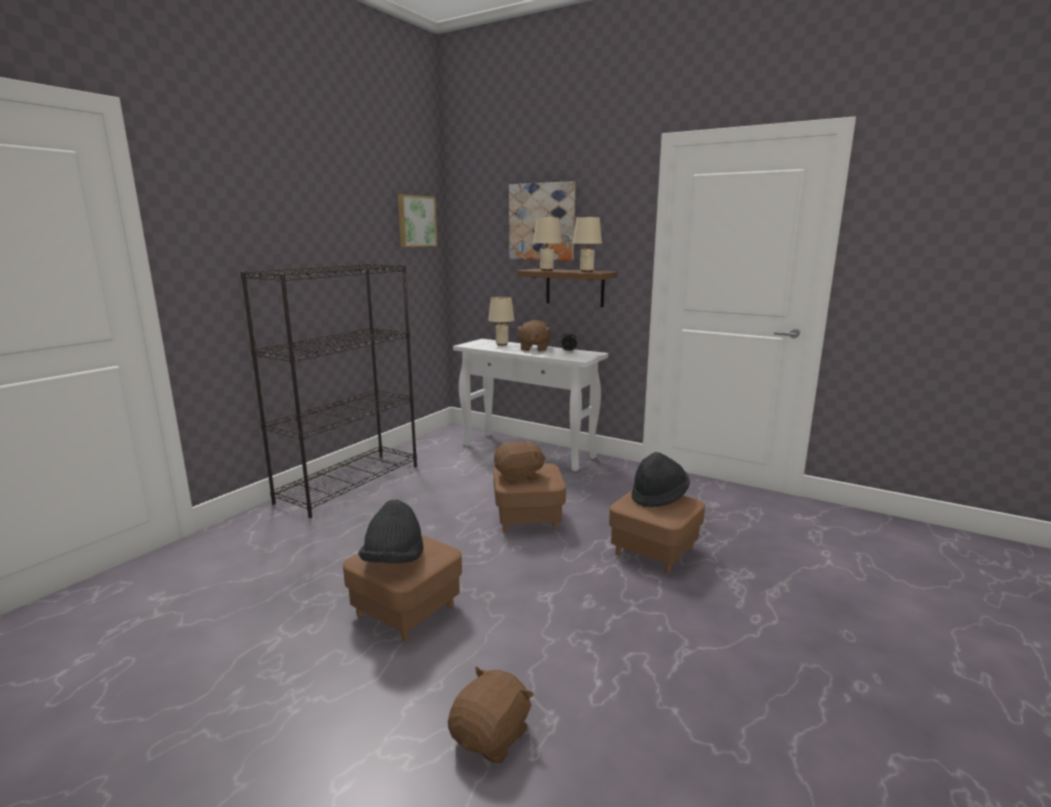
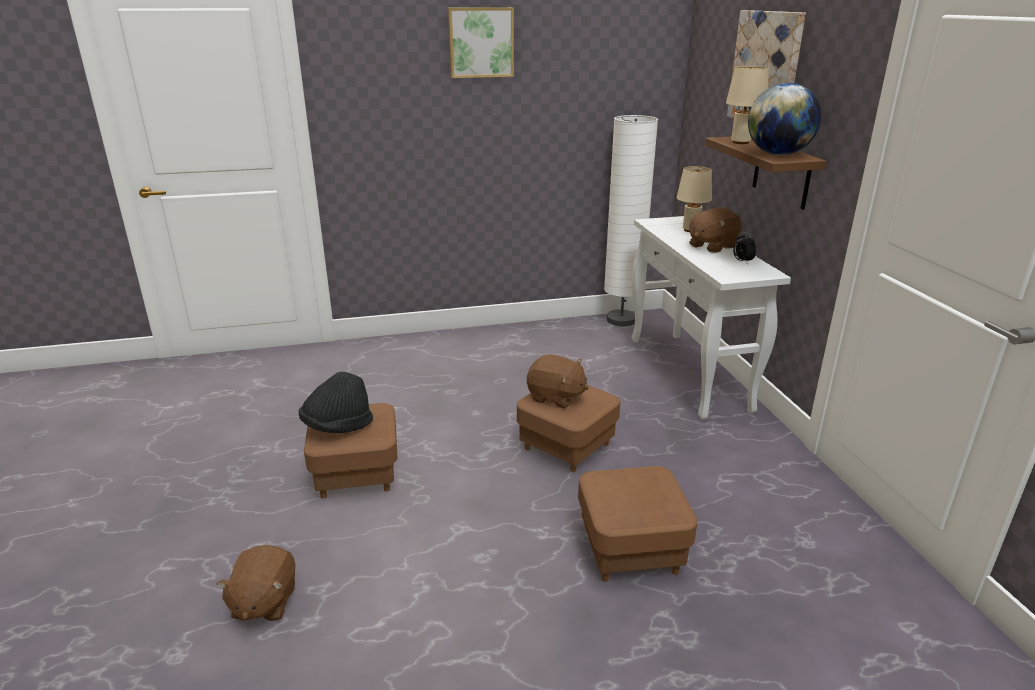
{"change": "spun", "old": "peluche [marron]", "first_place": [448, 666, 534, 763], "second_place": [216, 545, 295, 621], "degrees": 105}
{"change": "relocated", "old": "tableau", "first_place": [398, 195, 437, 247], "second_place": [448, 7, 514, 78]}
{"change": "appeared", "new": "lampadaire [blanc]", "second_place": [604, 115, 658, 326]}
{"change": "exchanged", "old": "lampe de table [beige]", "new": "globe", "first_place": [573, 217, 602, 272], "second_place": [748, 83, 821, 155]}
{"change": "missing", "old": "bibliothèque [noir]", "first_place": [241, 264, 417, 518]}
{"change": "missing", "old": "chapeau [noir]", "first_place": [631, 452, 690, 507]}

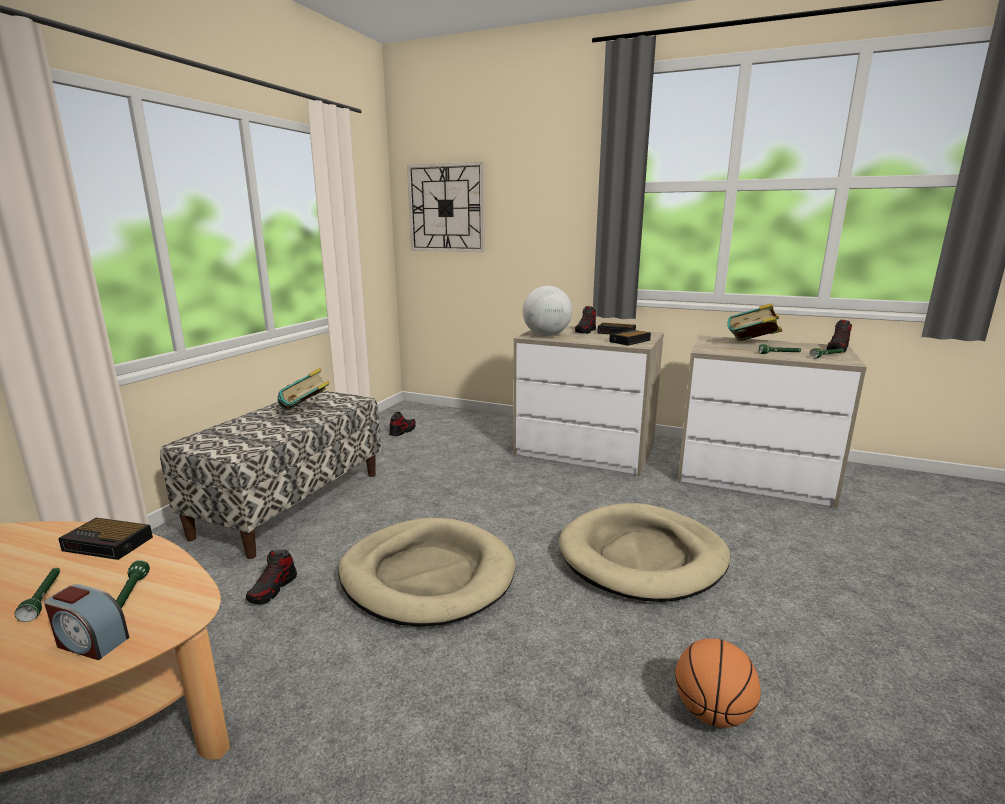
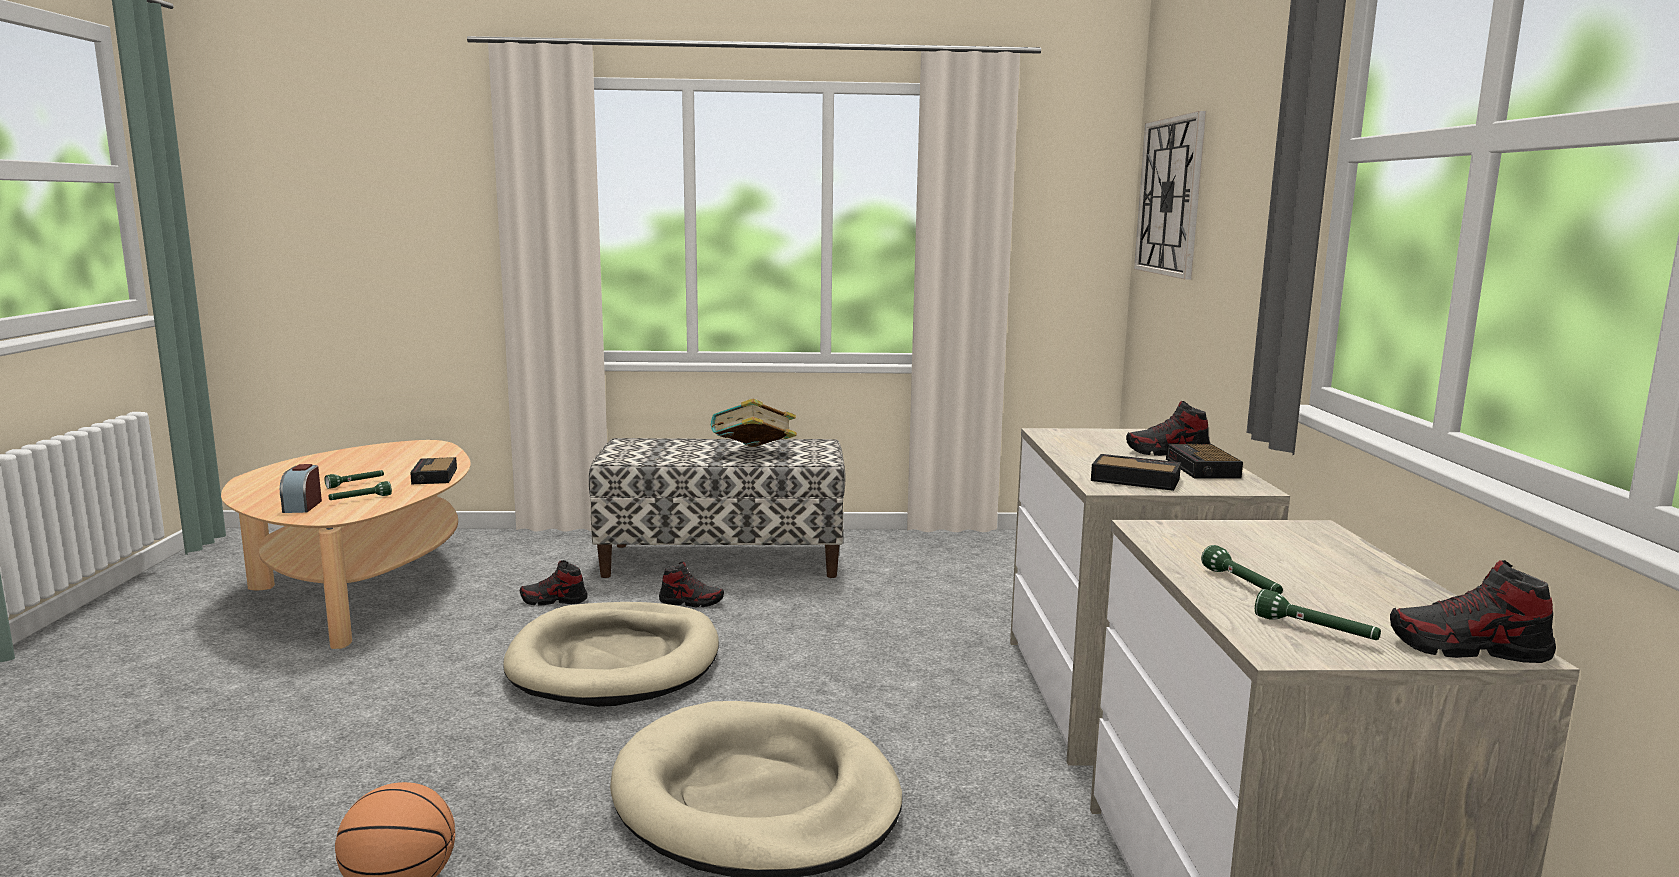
{"change": "relocated", "old": "chaussure", "first_place": [389, 412, 416, 436], "second_place": [659, 561, 724, 607]}
{"change": "missing", "old": "globe", "first_place": [523, 286, 572, 336]}
{"change": "missing", "old": "livre", "first_place": [727, 303, 782, 341]}

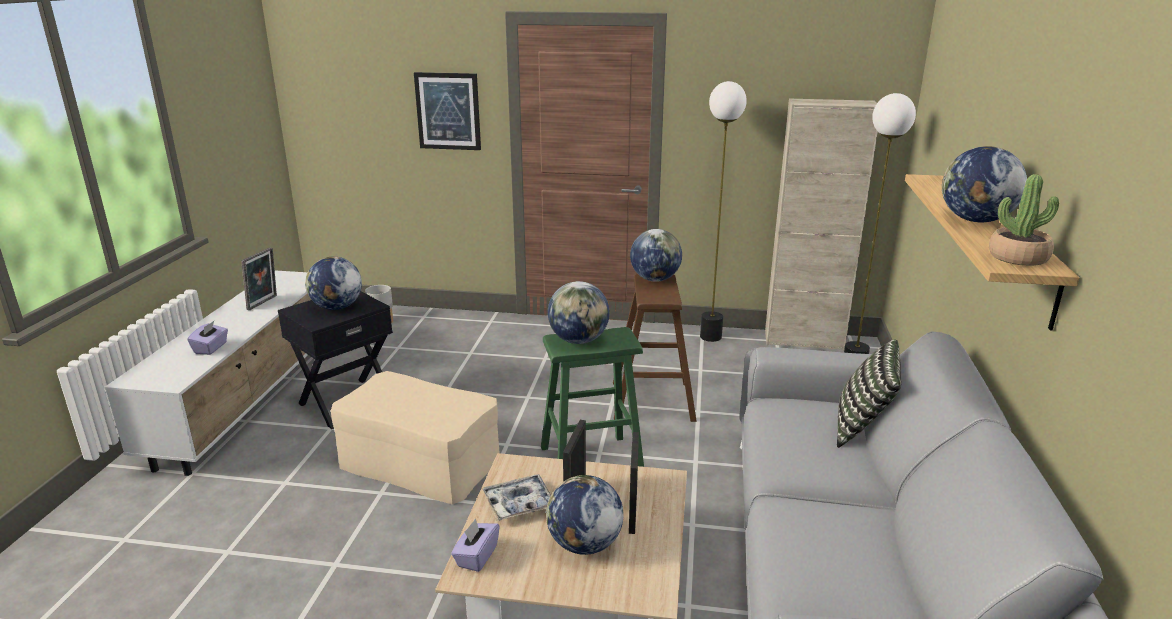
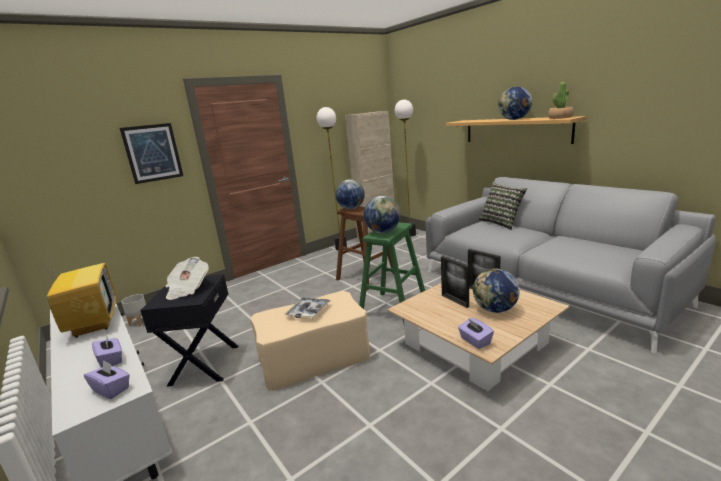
{"change": "exchanged", "old": "cadre photo", "new": "téléviseur", "first_place": [241, 248, 277, 310], "second_place": [40, 246, 116, 338]}
{"change": "appeared", "new": "boîte à mouchoirs [violet]", "second_place": [84, 360, 130, 399]}
{"change": "exchanged", "old": "globe", "new": "journal", "first_place": [305, 256, 362, 310], "second_place": [165, 257, 209, 300]}
{"change": "relocated", "old": "plateau", "first_place": [482, 474, 551, 521], "second_place": [285, 297, 331, 318]}

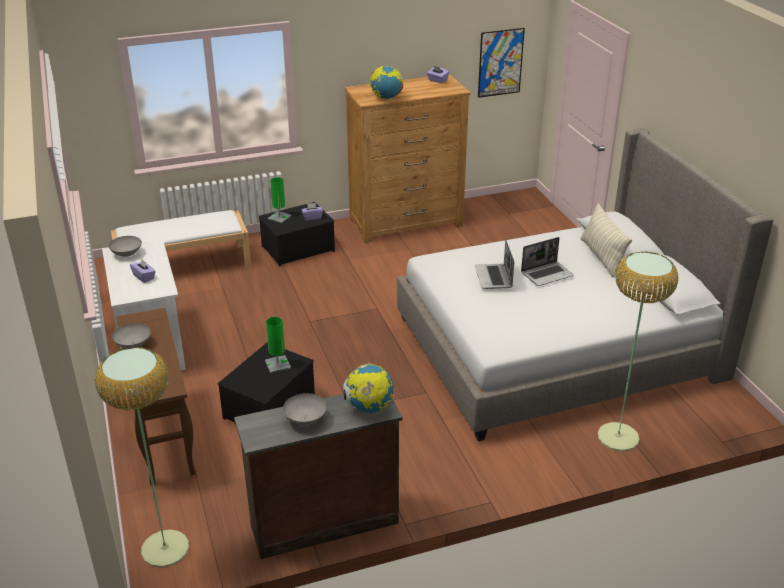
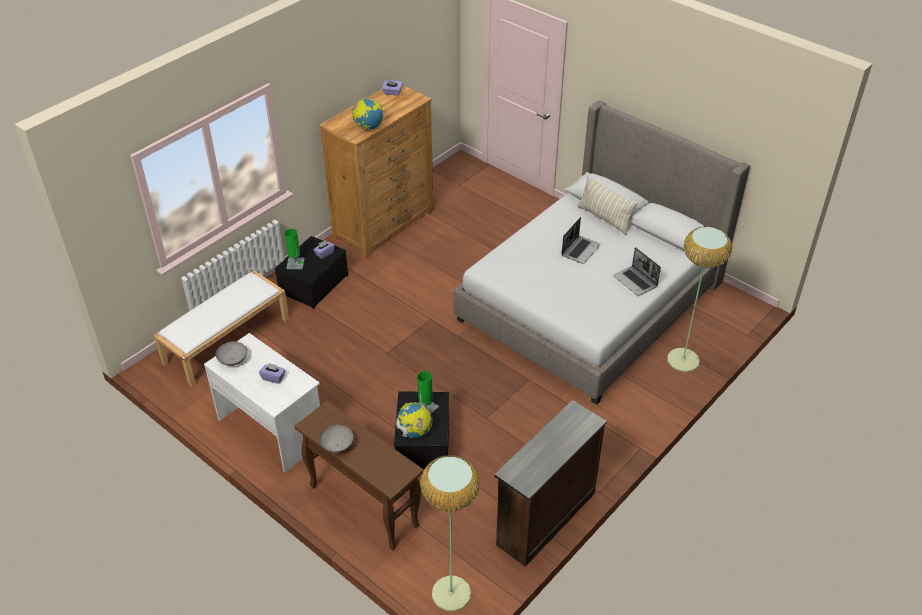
{"change": "relocated", "old": "globe", "first_place": [343, 363, 394, 413], "second_place": [396, 402, 433, 438]}
{"change": "relocated", "old": "ordinateur portable", "first_place": [475, 240, 514, 289], "second_place": [613, 247, 661, 296]}
{"change": "missing", "old": "bol [gris]", "first_place": [283, 393, 327, 425]}
{"change": "missing", "old": "tableau", "first_place": [478, 28, 525, 98]}

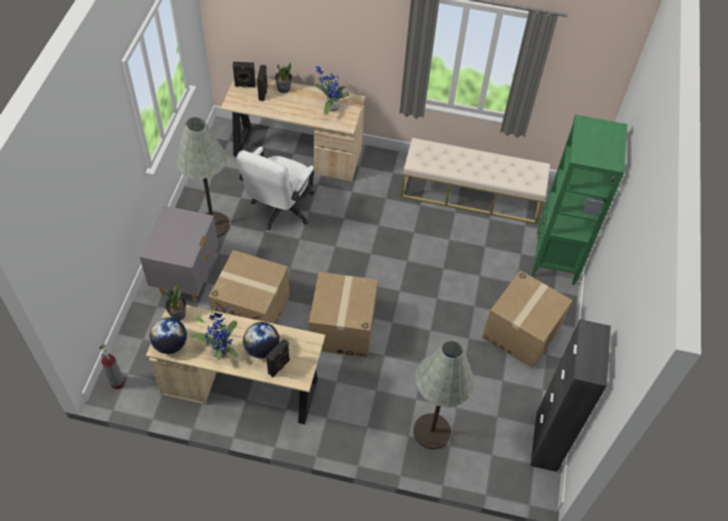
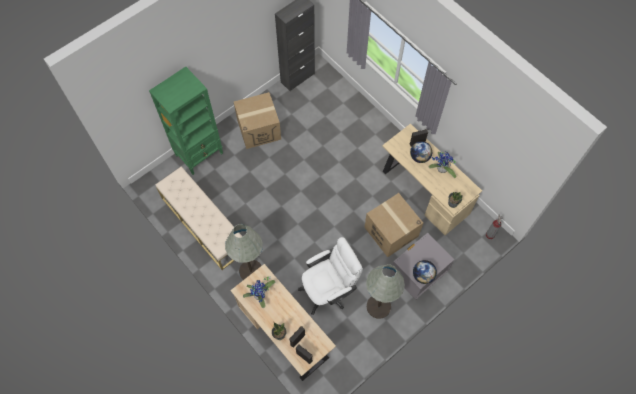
{"change": "relocated", "old": "lampadaire [gris]", "first_place": [413, 341, 475, 449], "second_place": [225, 224, 263, 280]}
{"change": "relocated", "old": "globe", "first_place": [150, 318, 187, 354], "second_place": [413, 260, 437, 284]}
{"change": "missing", "old": "carton", "first_place": [309, 272, 378, 358]}

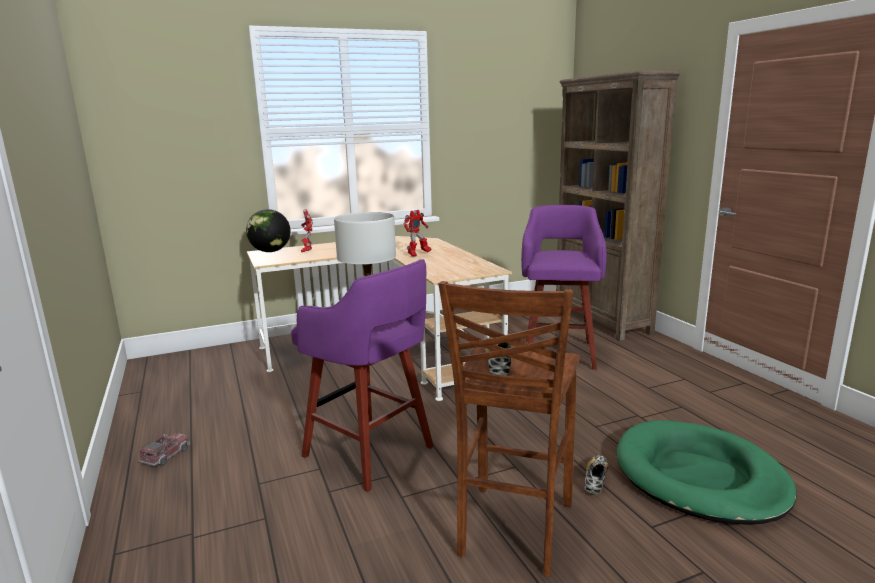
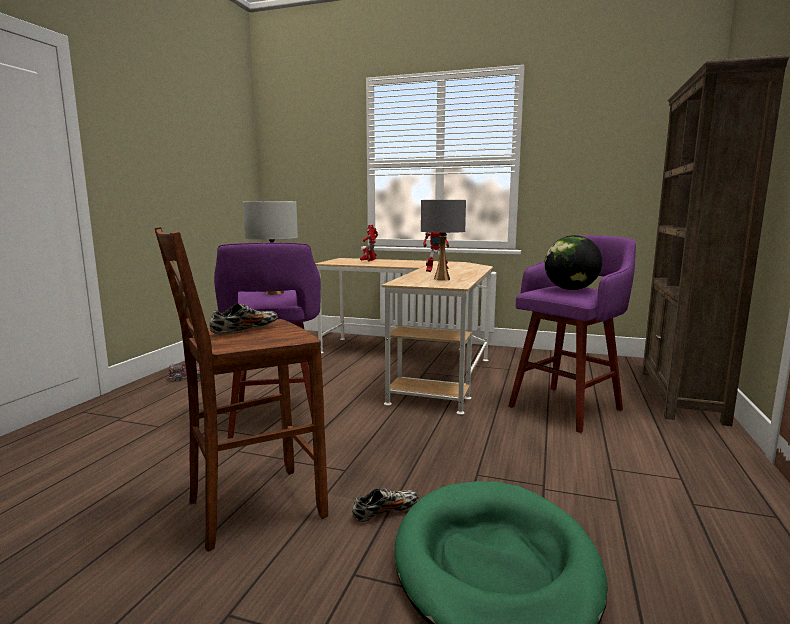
{"change": "appeared", "new": "lampe de table [gris]", "second_place": [421, 200, 466, 281]}
{"change": "relocated", "old": "globe", "first_place": [246, 209, 290, 252], "second_place": [544, 235, 602, 290]}

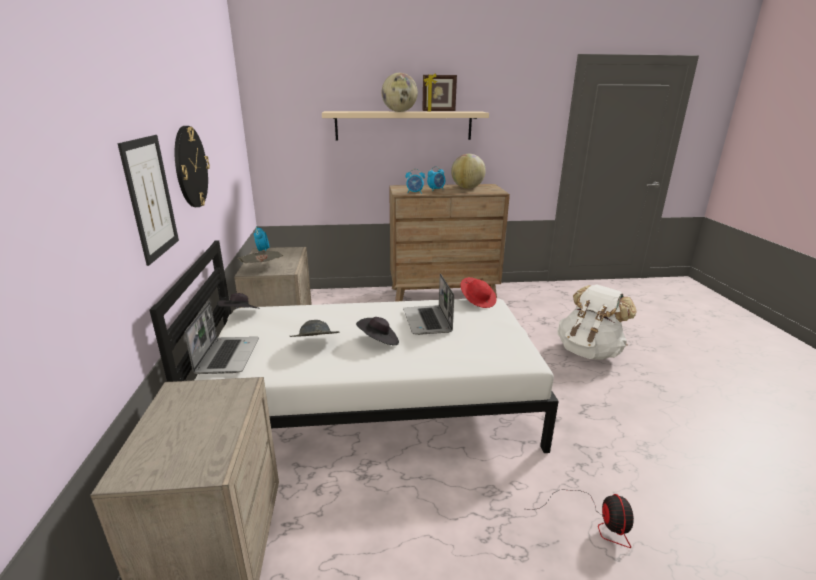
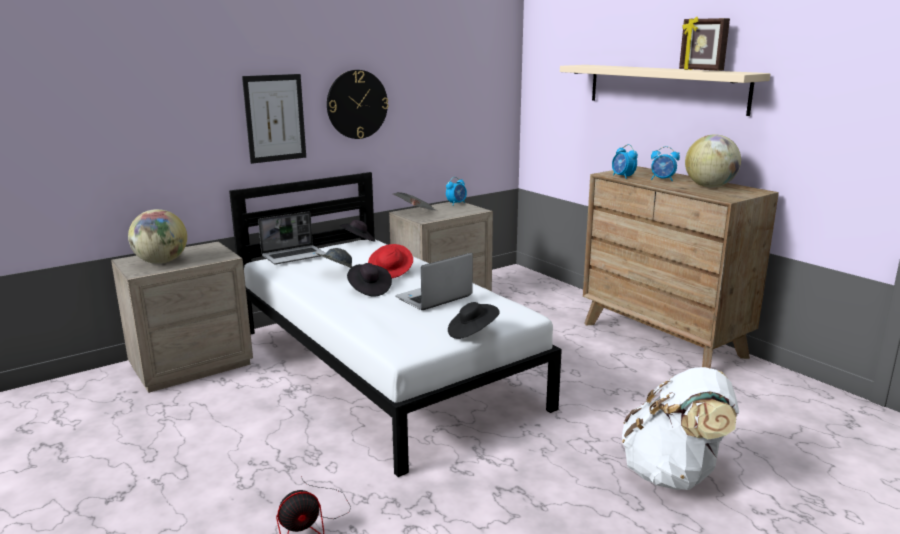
{"change": "relocated", "old": "globe", "first_place": [382, 73, 418, 112], "second_place": [128, 209, 187, 264]}
{"change": "relocated", "old": "chapeau [rouge]", "first_place": [460, 277, 496, 308], "second_place": [368, 244, 413, 278]}
{"change": "appeared", "new": "chapeau [noir]", "second_place": [448, 302, 500, 339]}

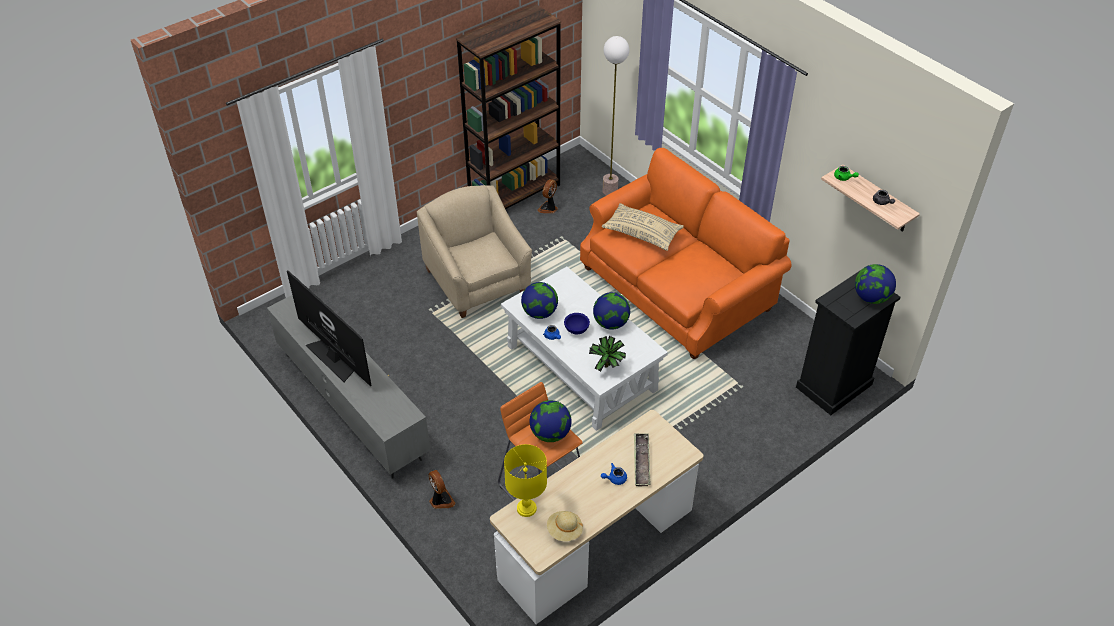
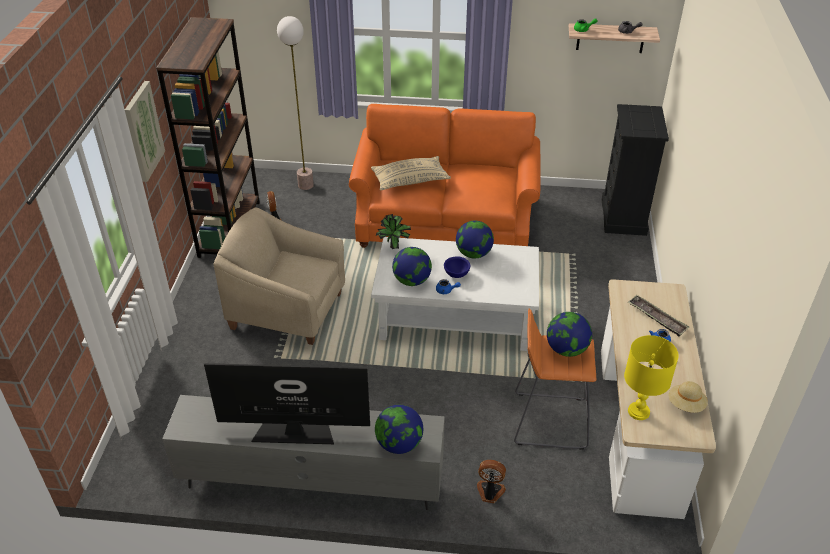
{"change": "appeared", "new": "tableau", "second_place": [125, 81, 165, 182]}
{"change": "relocated", "old": "globe", "first_place": [855, 264, 896, 304], "second_place": [375, 405, 423, 454]}
{"change": "relocated", "old": "plante en pot", "first_place": [589, 336, 626, 372], "second_place": [376, 214, 411, 249]}

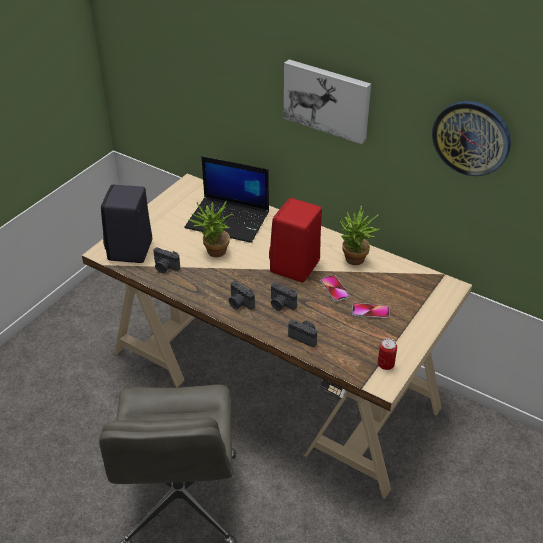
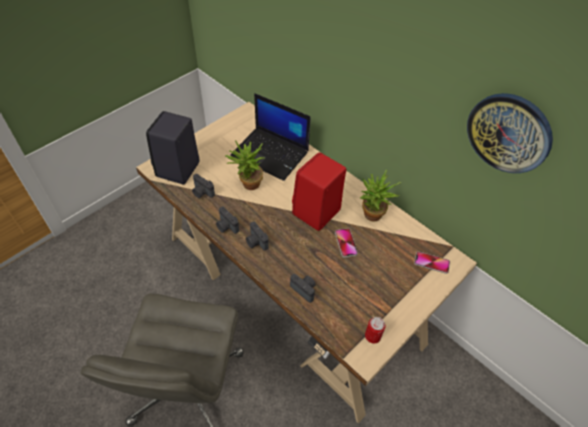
{"change": "relocated", "old": "appareil photo", "first_place": [271, 283, 297, 311], "second_place": [216, 206, 239, 234]}
{"change": "relocated", "old": "téléphone", "first_place": [352, 303, 389, 319], "second_place": [414, 251, 450, 274]}
{"change": "missing", "old": "tableau", "first_place": [284, 59, 371, 144]}

